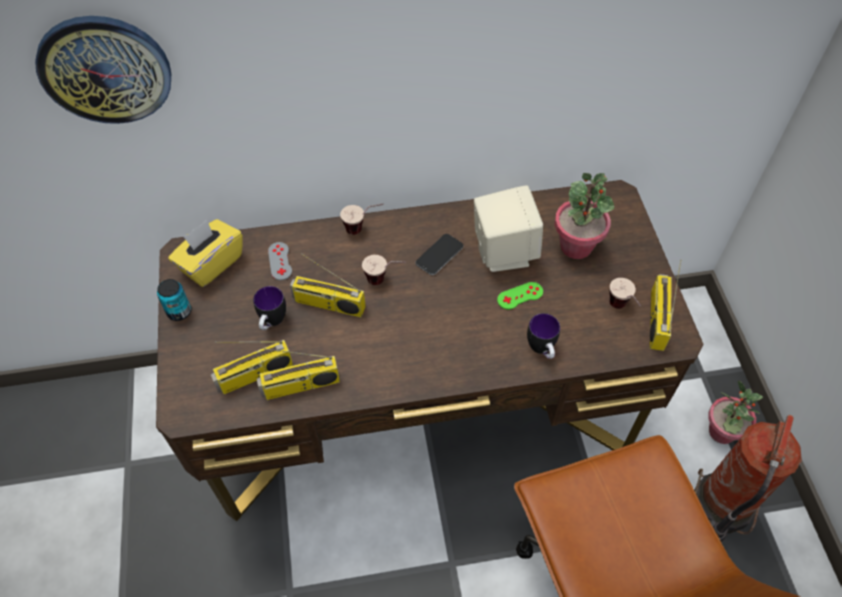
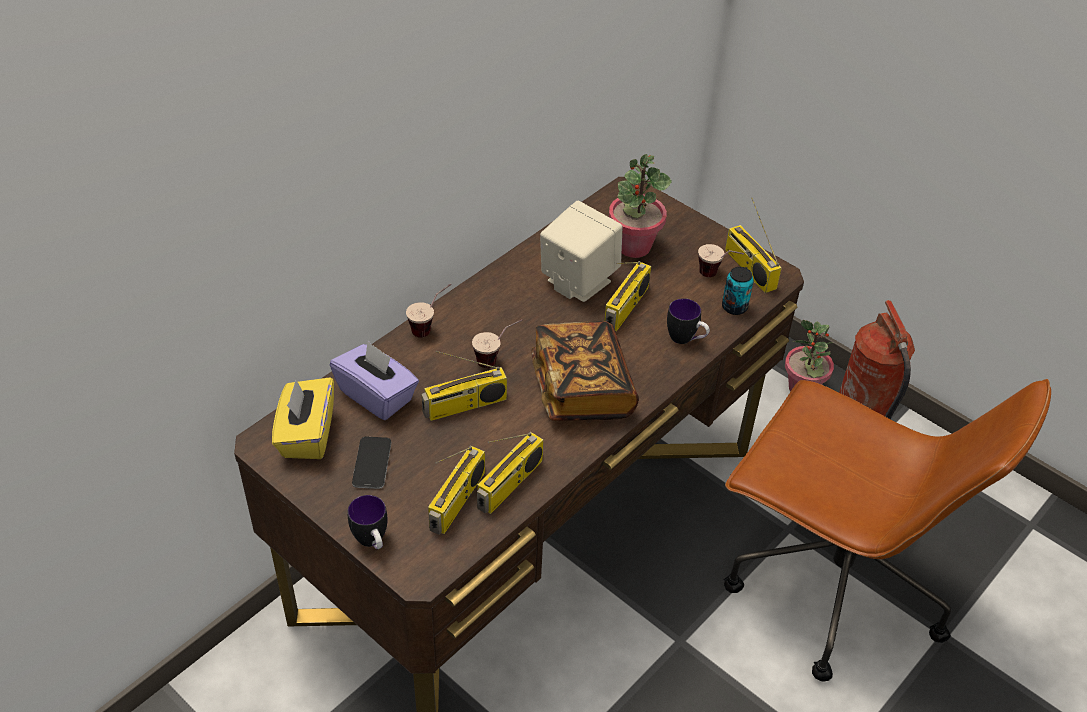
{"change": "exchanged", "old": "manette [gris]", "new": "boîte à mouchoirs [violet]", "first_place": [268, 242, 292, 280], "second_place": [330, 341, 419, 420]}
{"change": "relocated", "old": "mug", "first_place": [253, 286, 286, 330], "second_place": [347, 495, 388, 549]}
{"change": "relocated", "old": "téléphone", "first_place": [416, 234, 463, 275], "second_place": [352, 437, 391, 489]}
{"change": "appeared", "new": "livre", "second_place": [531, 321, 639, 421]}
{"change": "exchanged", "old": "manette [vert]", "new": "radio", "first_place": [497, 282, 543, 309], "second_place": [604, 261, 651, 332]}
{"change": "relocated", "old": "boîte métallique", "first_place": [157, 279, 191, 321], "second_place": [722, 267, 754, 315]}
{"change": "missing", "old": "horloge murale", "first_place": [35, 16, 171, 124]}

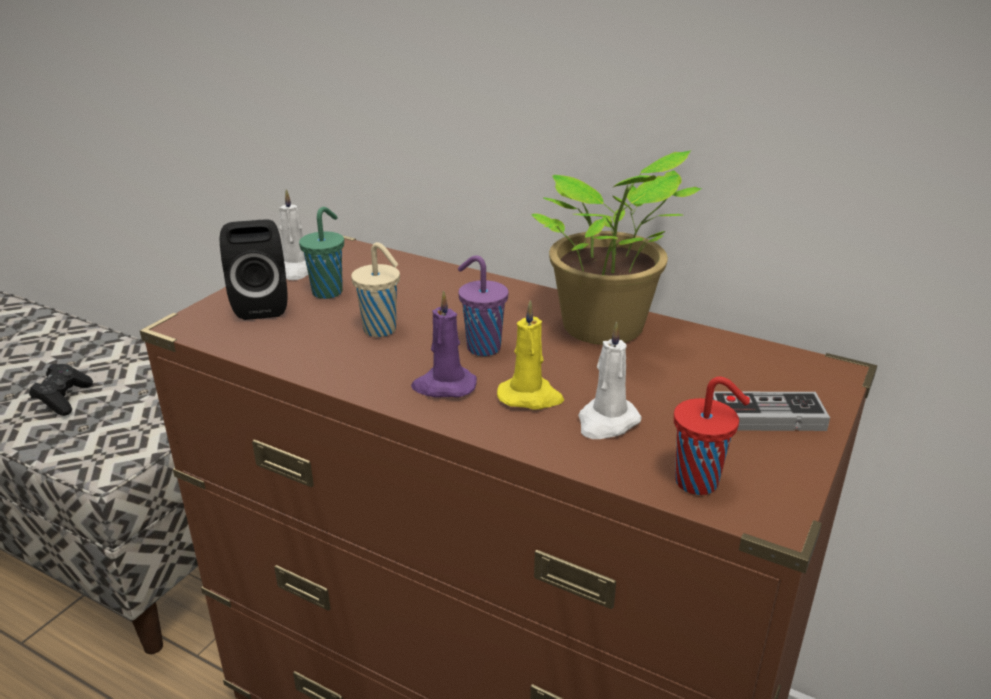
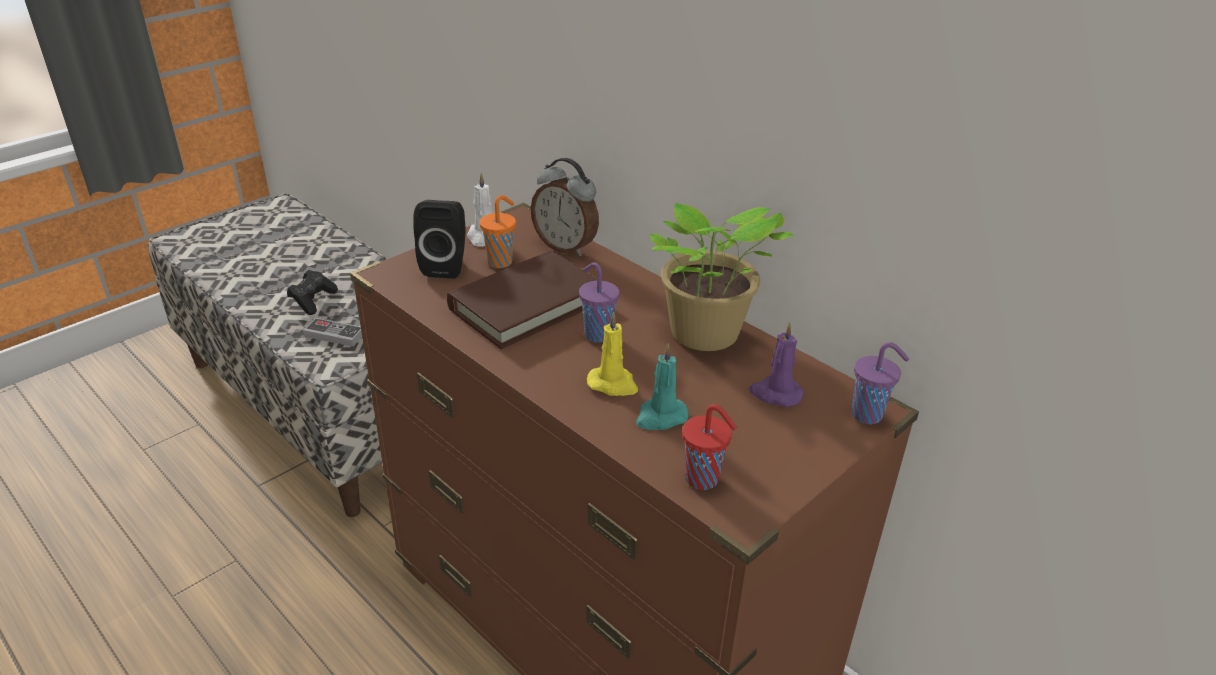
{"change": "relocated", "old": "manette", "first_place": [713, 391, 830, 431], "second_place": [303, 318, 362, 347]}
{"change": "exchanged", "old": "tasse [beige]", "new": "livre [marron]", "first_place": [351, 242, 400, 337], "second_place": [447, 251, 597, 349]}
{"change": "colour", "old": "tasse [vert]", "new": "tasse [orange]", "first_place": [299, 207, 344, 299], "second_place": [480, 195, 516, 268]}
{"change": "appeared", "new": "réveil", "second_place": [531, 158, 599, 256]}
{"change": "colour", "old": "bougie [blanc]", "new": "bougie [turquoise]", "first_place": [578, 321, 641, 439], "second_place": [636, 343, 688, 430]}
{"change": "relocated", "old": "bougie [violet]", "first_place": [411, 291, 477, 398], "second_place": [749, 322, 804, 407]}
{"change": "appeared", "new": "tasse [violet]", "second_place": [852, 342, 909, 424]}

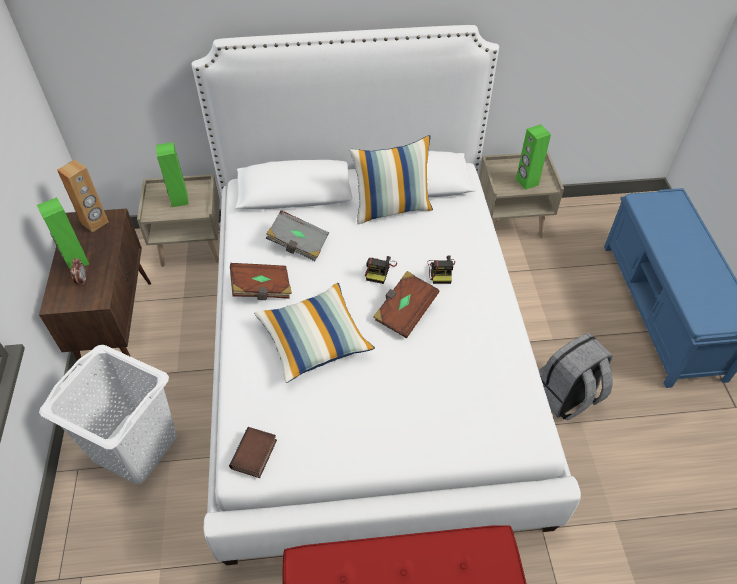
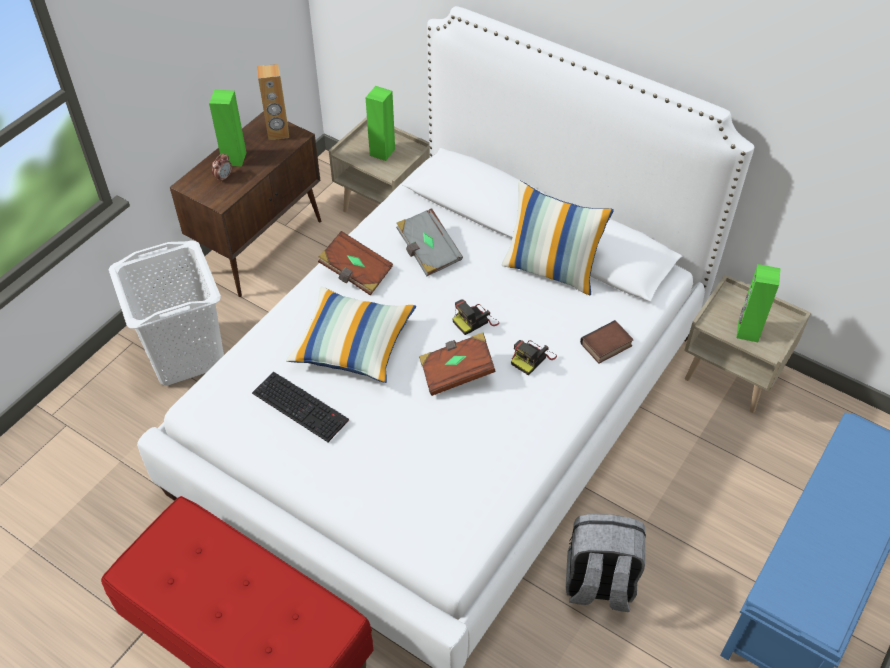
{"change": "appeared", "new": "clavier", "second_place": [252, 372, 349, 442]}
{"change": "relocated", "old": "livre", "first_place": [229, 427, 277, 478], "second_place": [580, 320, 634, 364]}

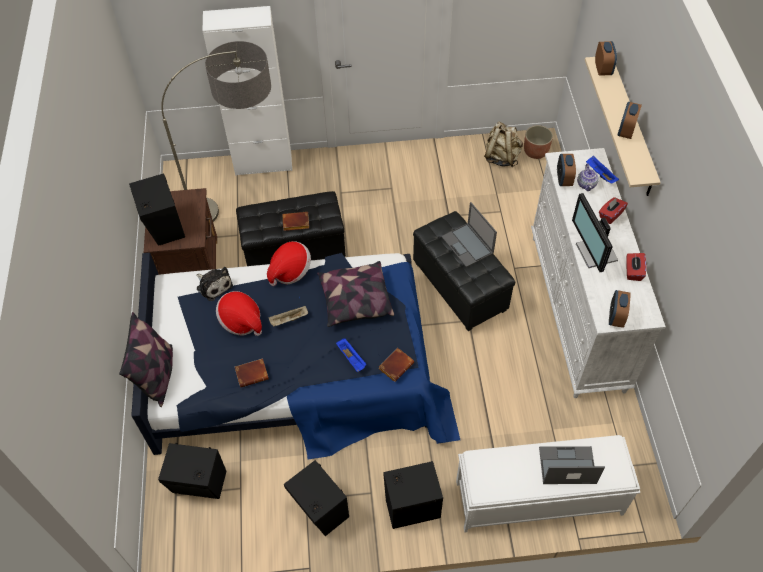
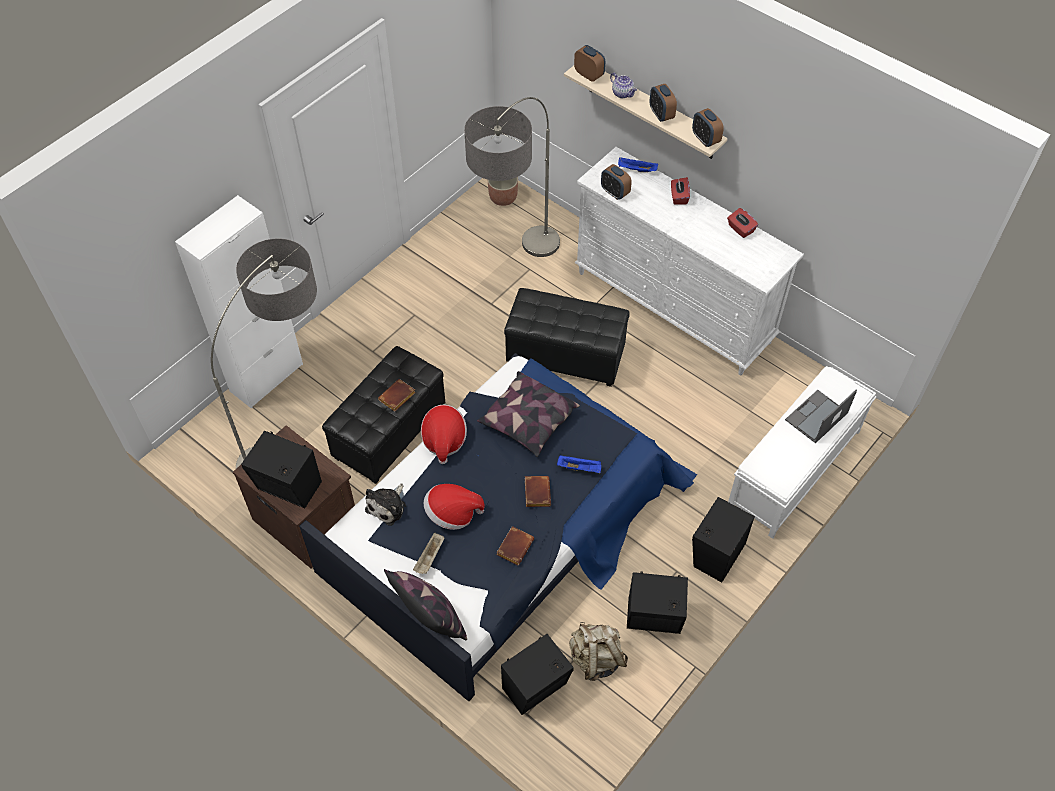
{"change": "spun", "old": "peluche", "first_place": [196, 267, 233, 301], "second_place": [365, 483, 406, 526], "degrees": 120}
{"change": "relocated", "old": "plateau [beige]", "first_place": [269, 306, 308, 327], "second_place": [413, 532, 444, 574]}
{"change": "appeared", "new": "lampadaire", "second_place": [464, 97, 560, 257]}
{"change": "relocated", "old": "livre [marron]", "first_place": [379, 348, 414, 382], "second_place": [525, 476, 551, 507]}
{"change": "relocated", "old": "sac à dos [beige]", "first_place": [484, 122, 523, 167], "second_place": [569, 622, 628, 681]}
{"change": "relocated", "old": "théière", "first_place": [577, 164, 599, 191], "second_place": [610, 73, 637, 98]}
{"change": "relocated", "old": "réveil", "first_place": [609, 290, 631, 328], "second_place": [692, 108, 724, 147]}
{"change": "missing", "old": "ordinateur portable", "first_place": [441, 202, 497, 267]}
{"change": "missing", "old": "écran d'ordinateur", "first_place": [572, 193, 618, 272]}

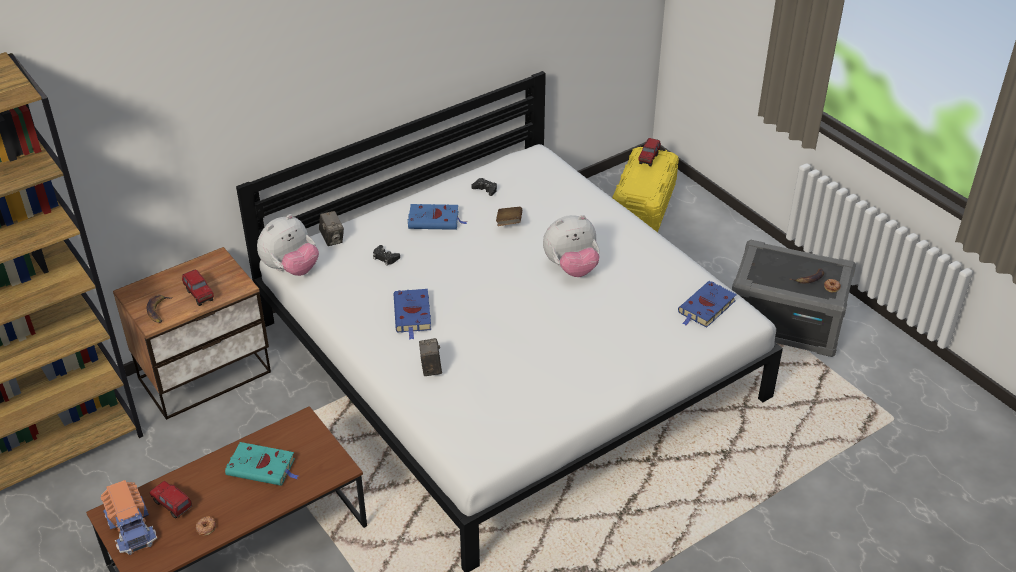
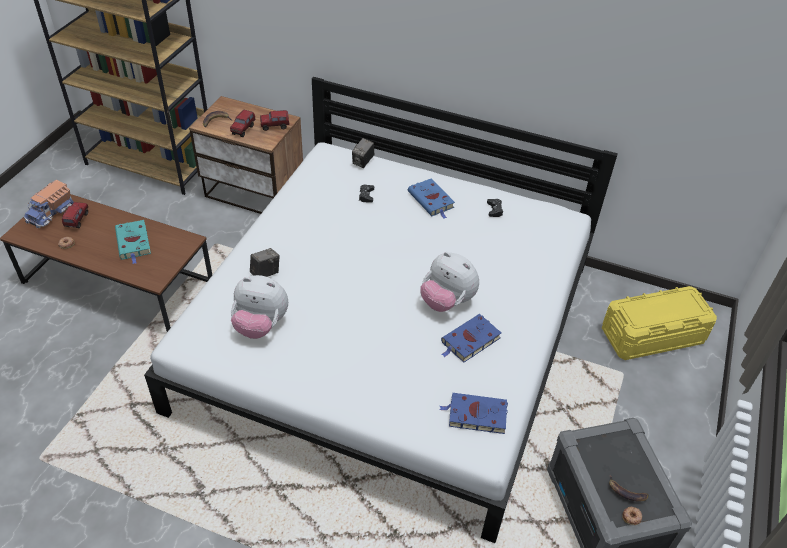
{"change": "relocated", "old": "peluche", "first_place": [257, 214, 319, 276], "second_place": [231, 275, 288, 339]}
{"change": "relocated", "old": "camion jouet", "first_place": [639, 138, 661, 166], "second_place": [260, 110, 290, 131]}
{"change": "relocated", "old": "livre [bleu]", "first_place": [394, 289, 431, 340], "second_place": [441, 314, 501, 363]}
{"change": "missing", "old": "livre [marron]", "first_place": [496, 207, 522, 226]}

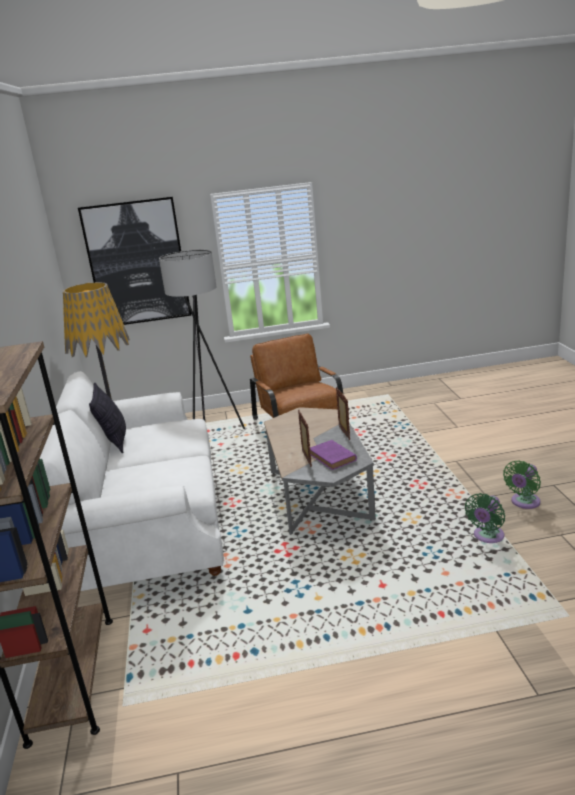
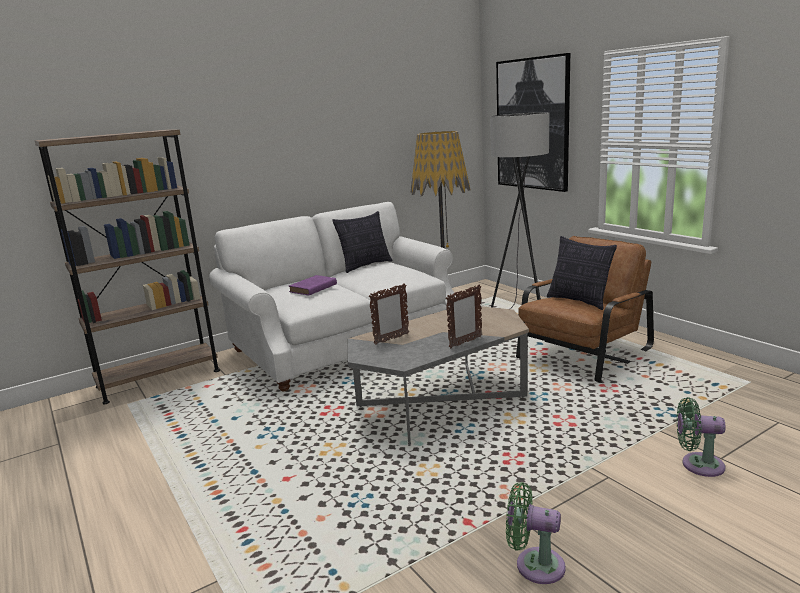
{"change": "relocated", "old": "livre [violet]", "first_place": [310, 440, 357, 470], "second_place": [289, 275, 337, 296]}
{"change": "appeared", "new": "coussin", "second_place": [547, 236, 617, 310]}
{"change": "relocated", "old": "ventilateur [vert]", "first_place": [465, 493, 505, 543], "second_place": [677, 397, 726, 477]}

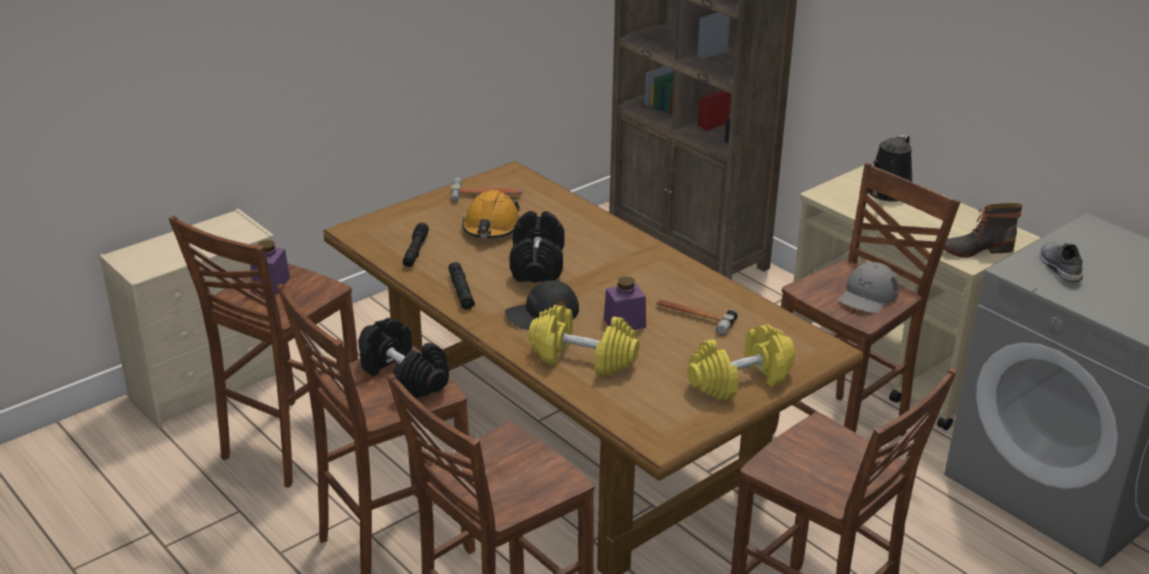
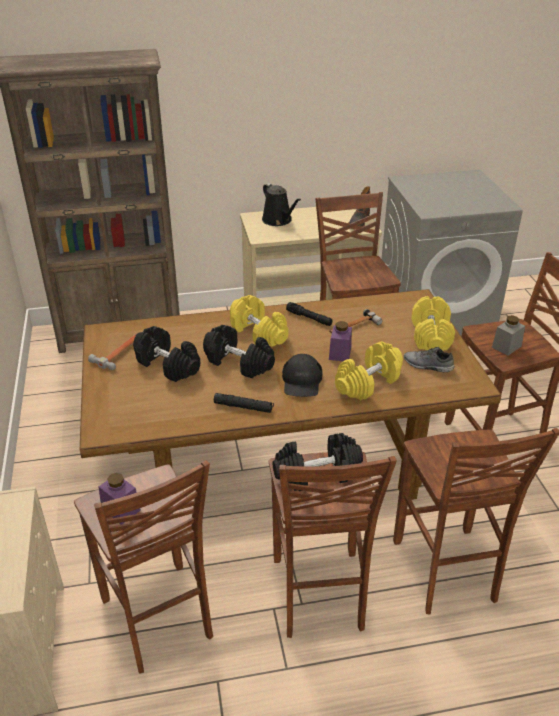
{"change": "exchanged", "old": "casque de chantier [orange]", "new": "haltère [noir]", "first_place": [462, 190, 520, 238], "second_place": [133, 326, 200, 382]}
{"change": "appeared", "new": "haltère [jaune]", "second_place": [230, 295, 289, 347]}
{"change": "relocated", "old": "lampe de poche [noir]", "first_place": [403, 223, 429, 267], "second_place": [286, 302, 332, 326]}
{"change": "relocated", "old": "chaussure [gris]", "first_place": [1040, 242, 1083, 282], "second_place": [404, 347, 454, 372]}
{"change": "appeared", "new": "bocal [gris]", "second_place": [492, 315, 525, 356]}
{"change": "missing", "old": "casquette [gris]", "first_place": [838, 262, 899, 313]}

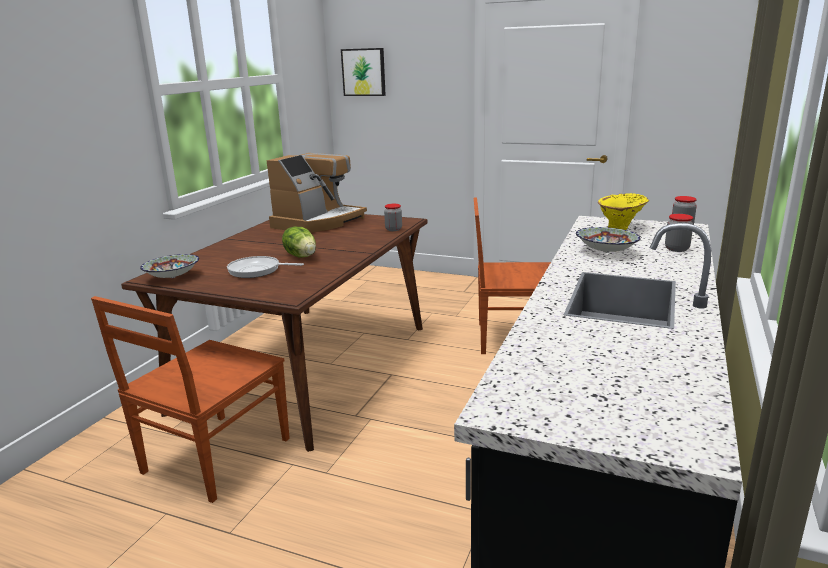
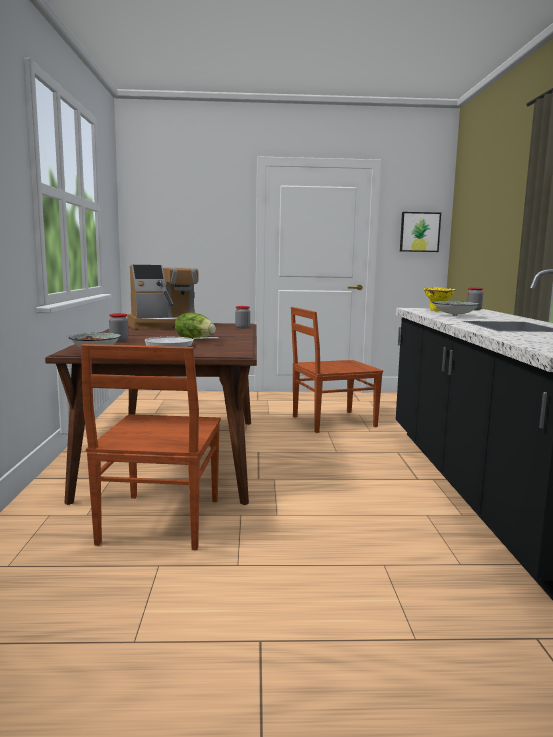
{"change": "relocated", "old": "bocal", "first_place": [665, 214, 693, 252], "second_place": [109, 313, 129, 341]}
{"change": "spun", "old": "machine à café", "first_place": [266, 153, 367, 233], "second_place": [127, 265, 198, 330], "degrees": 60}
{"change": "relocated", "old": "tableau", "first_place": [341, 48, 386, 96], "second_place": [400, 212, 441, 252]}

